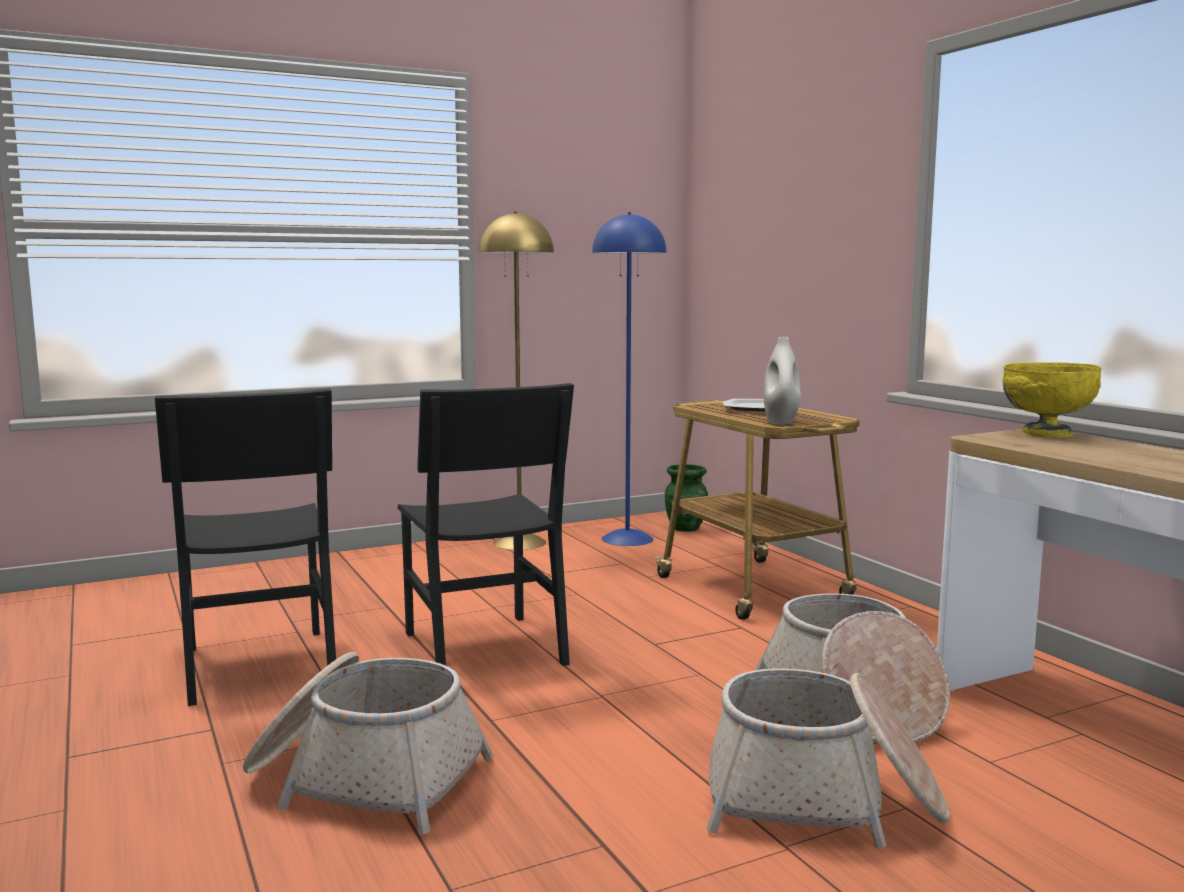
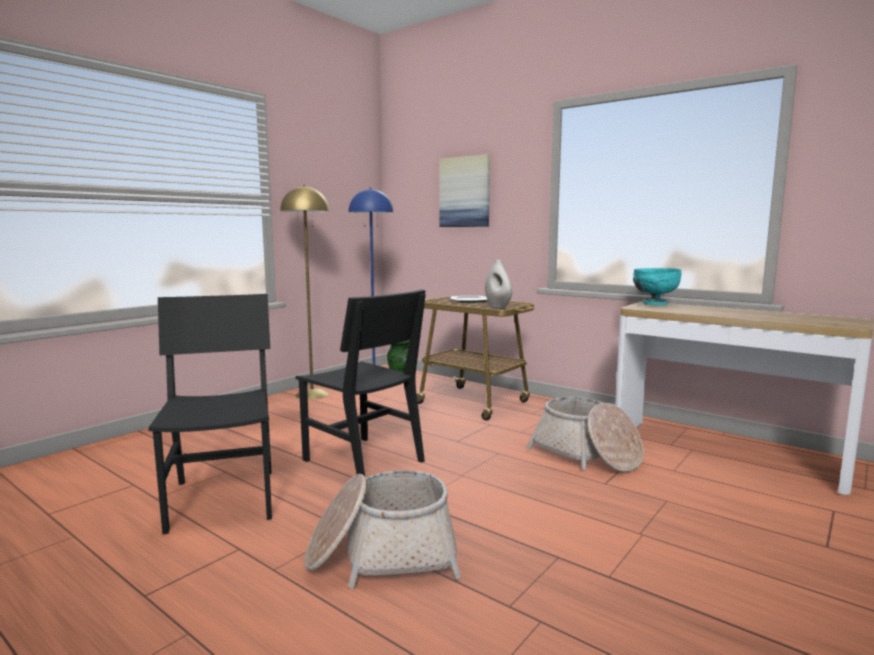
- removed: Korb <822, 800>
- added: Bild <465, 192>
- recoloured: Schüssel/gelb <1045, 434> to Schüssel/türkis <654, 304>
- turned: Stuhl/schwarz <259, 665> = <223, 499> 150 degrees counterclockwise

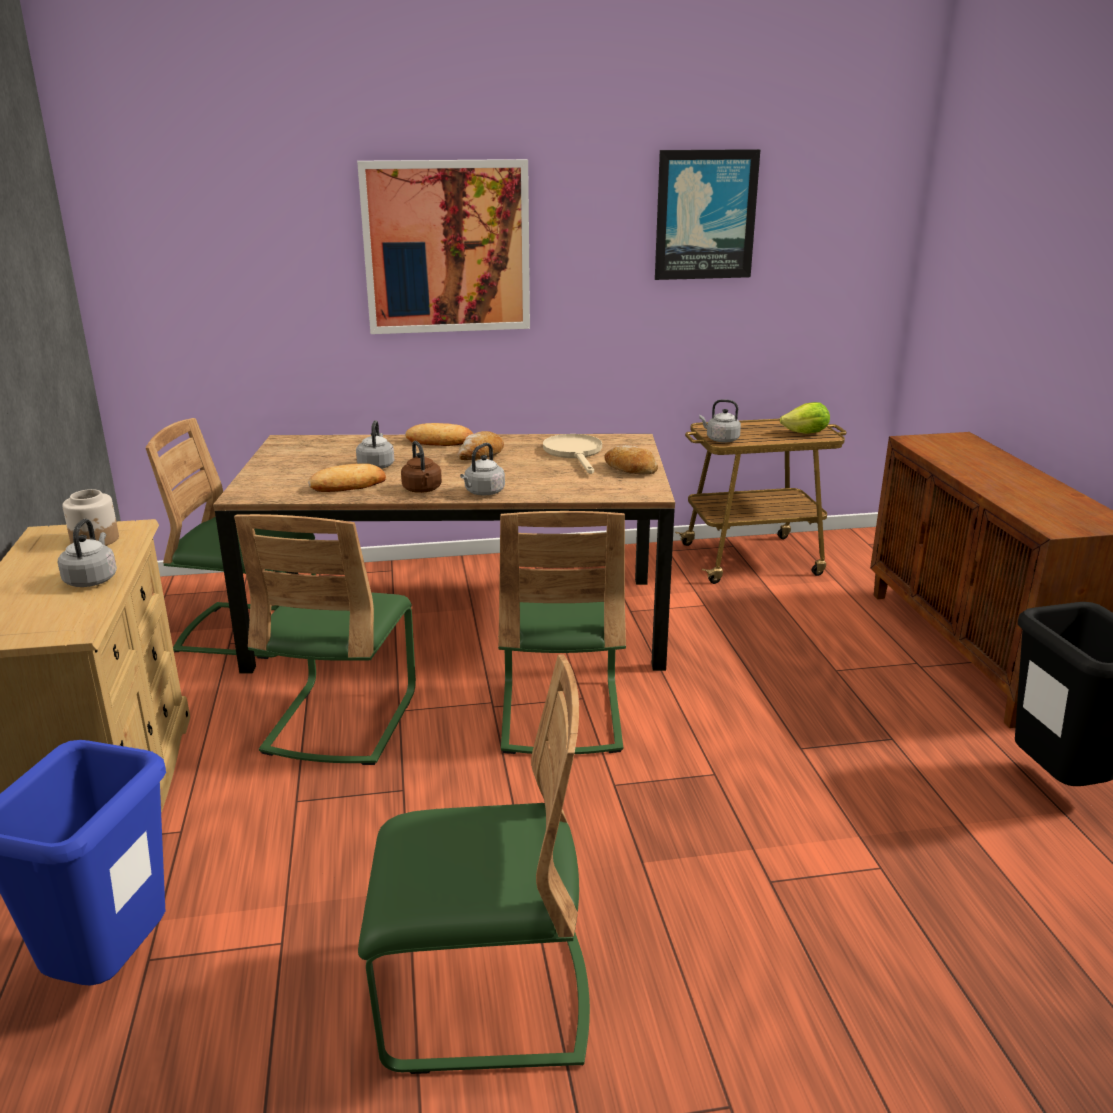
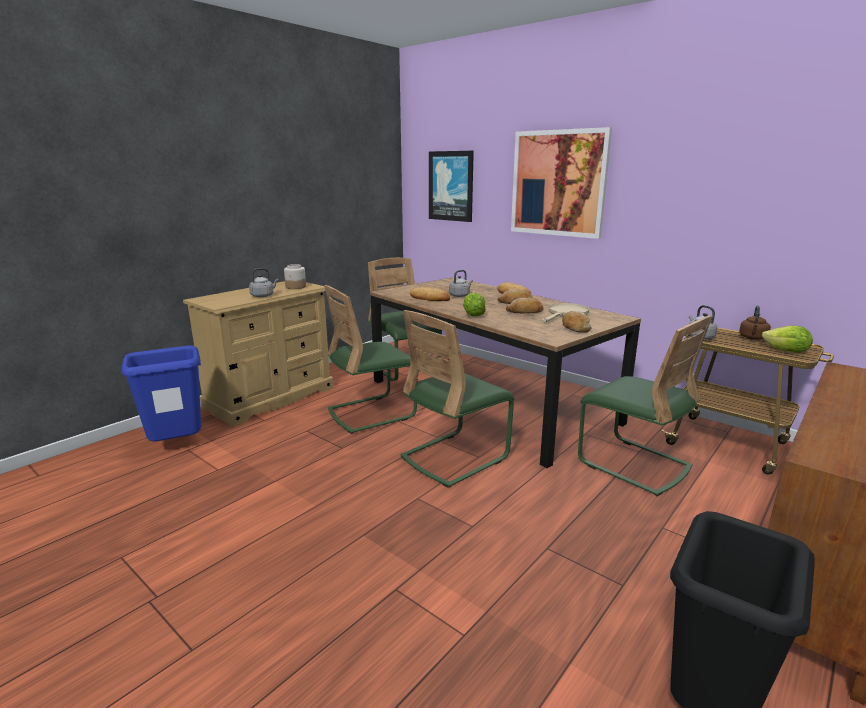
- added: Brot <525, 312>
- moved: Stuhl/grün <484, 998> to <633, 464>
- moved: Wasserkessel/braun <422, 490> to <753, 338>
- moved: Bild <705, 215> to <451, 186>
- replaced: Wasserkessel/grau <483, 492> to Salatkopf <473, 315>

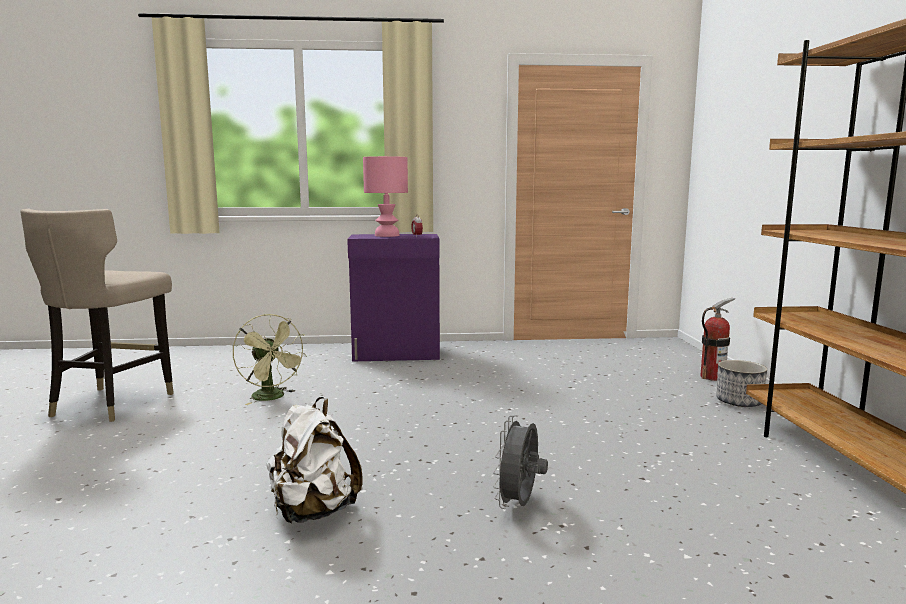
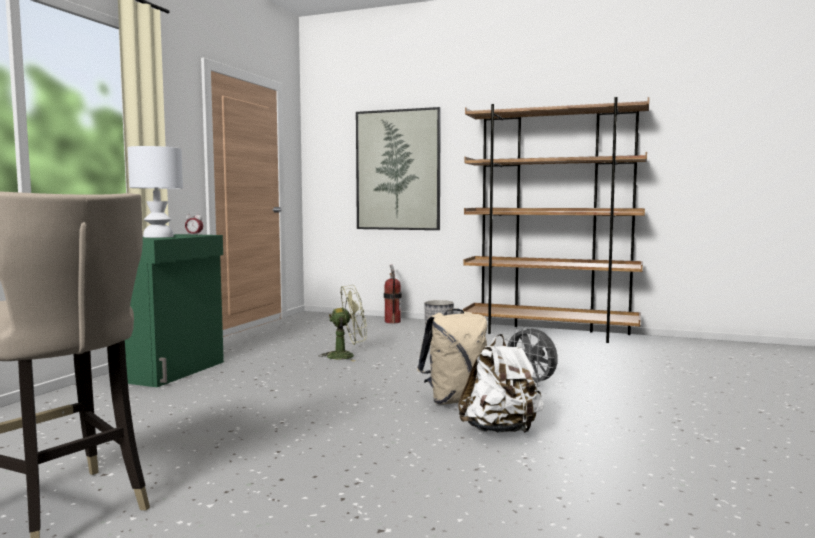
- added: Bild <398, 170>
- added: Rucksack/beige <455, 400>
- moved: Ventilator/grün <272, 398> to <346, 356>
- recoloured: Schrank/lila <397, 354> to Schrank/grün <173, 371>
- recoloured: Tischlampe/rosa <386, 235> to Tischlampe/weiß <158, 236>

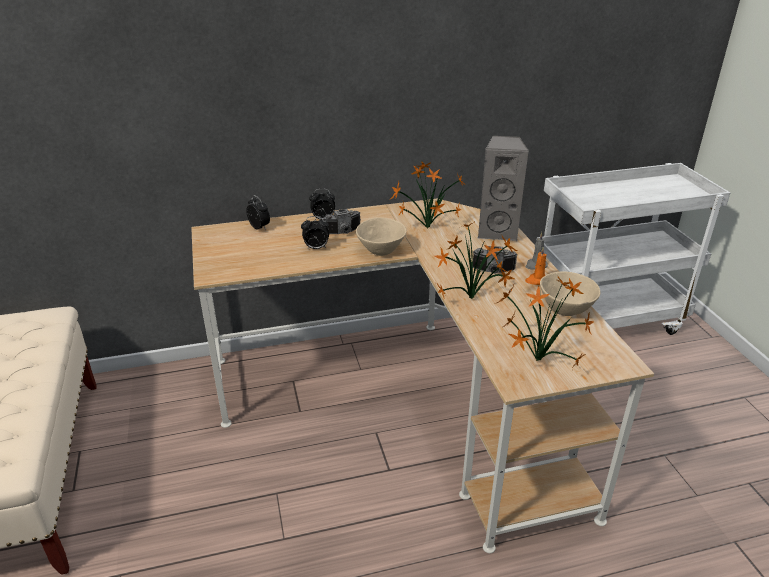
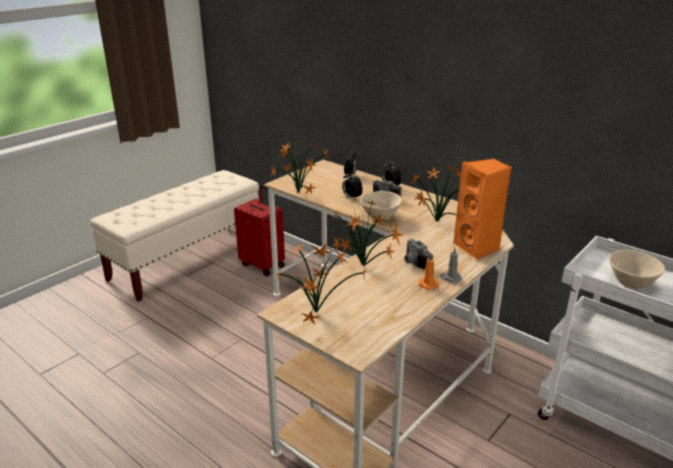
- added: Koffer/rot <263, 265>
- added: Topfpflanze <297, 193>
- moved: Schüssel/beige <566, 310> to <630, 283>
- recoloured: Lautsprecher/grau <497, 232> to Lautsprecher/orange <478, 248>

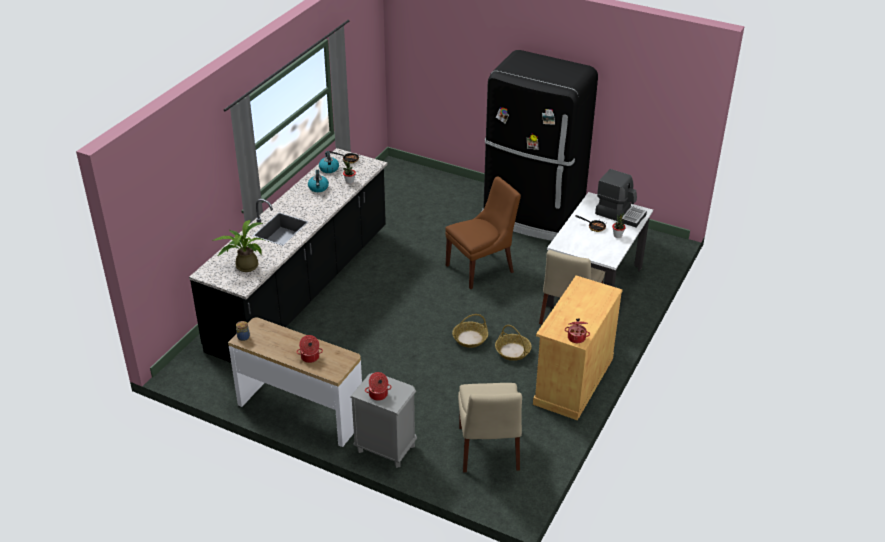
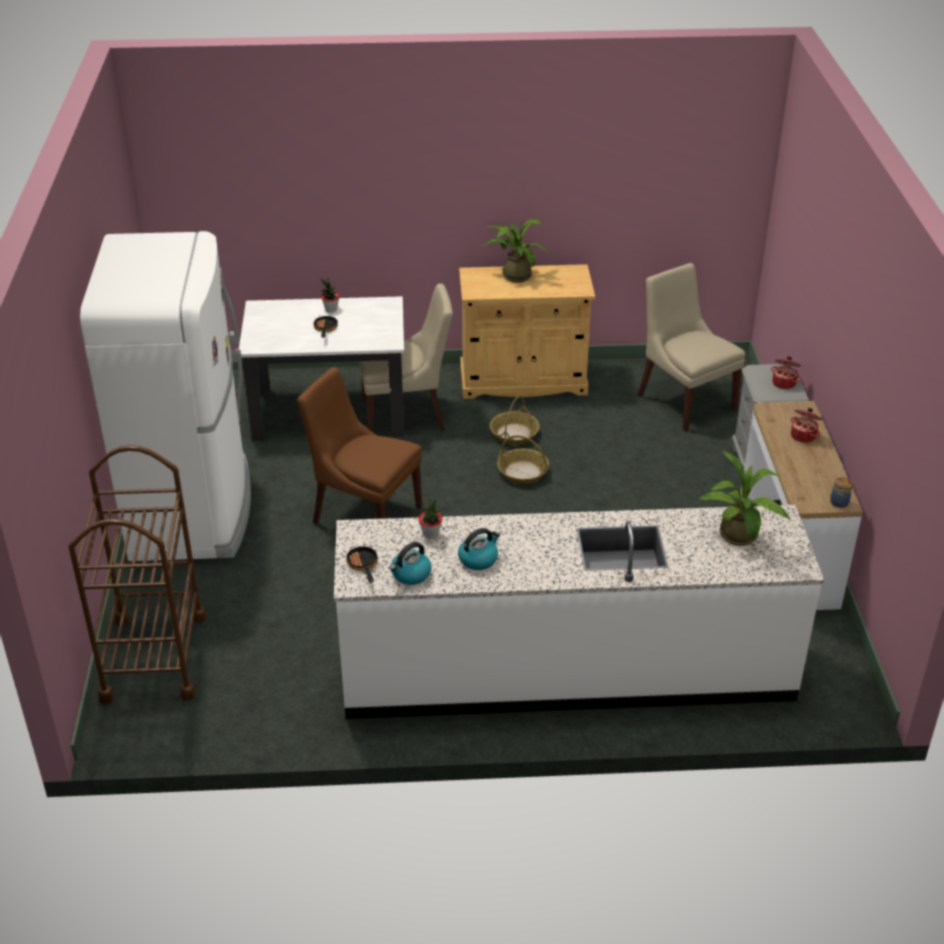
- removed: Kochtopf <576, 337>
- removed: Kaffeemaschine <620, 214>
- added: Rollwagen/braun <154, 657>
- added: Topfpflanze <514, 274>
- recoloured: Küchenzeile/schwarz <302, 288> to Küchenzeile/weiß <566, 670>
- recoloured: Kühlschrank/schwarz <532, 217> to Kühlschrank/weiß <193, 510>
- turned: Stuhl/beige <489, 450> = <684, 401> 90 degrees counterclockwise

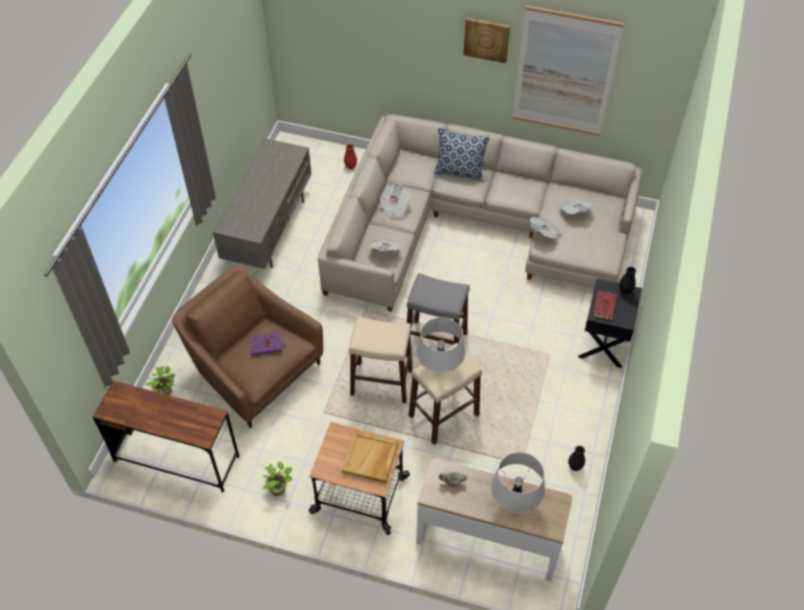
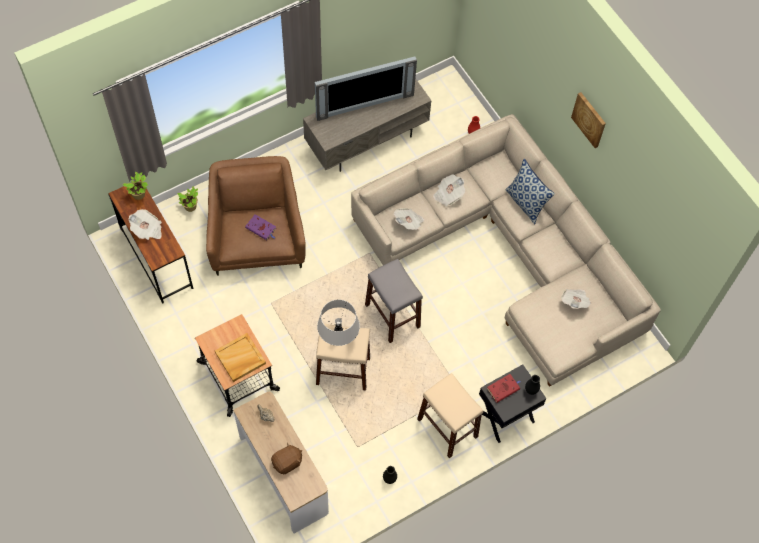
- removed: Bild <564, 73>
- added: Fernseher <363, 103>
- moved: Topfpflanze <278, 489> to <139, 194>
- moved: Hocker/beige <381, 382> to <447, 428>
- moved: Zeitung <545, 233> to <147, 230>
- replaced: Tischlampe/grau <514, 504> to Plüschtier/braun <287, 462>

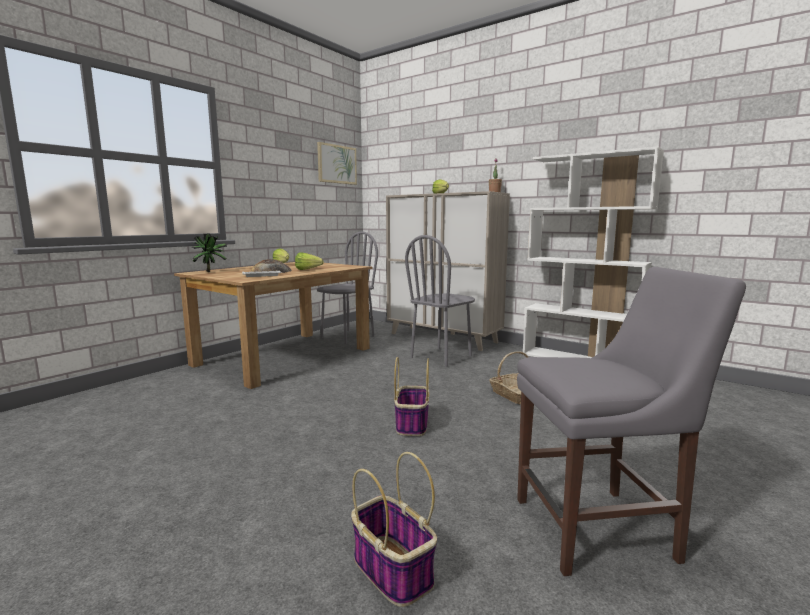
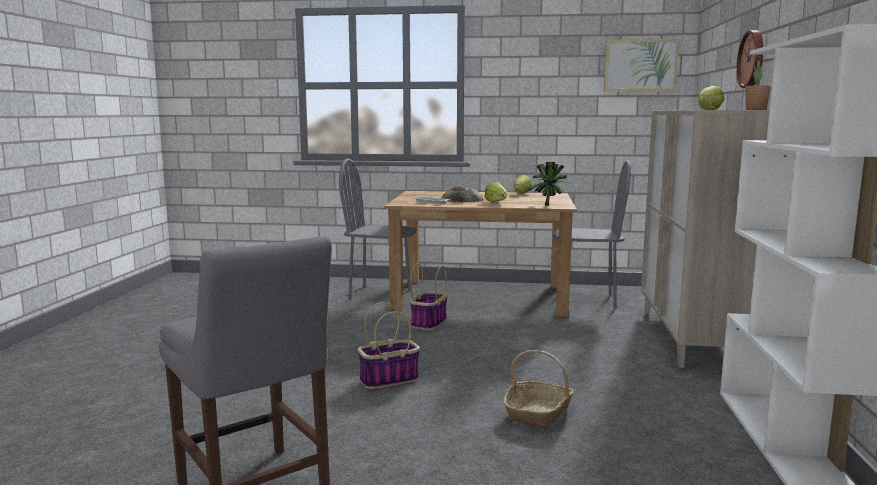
- added: Wanduhr <753, 59>
- moved: Topfpflanze <210, 271> to <550, 205>
- moved: Korb <391, 570> to <429, 322>
- moved: Stuhl/grau <441, 356> to <380, 294>

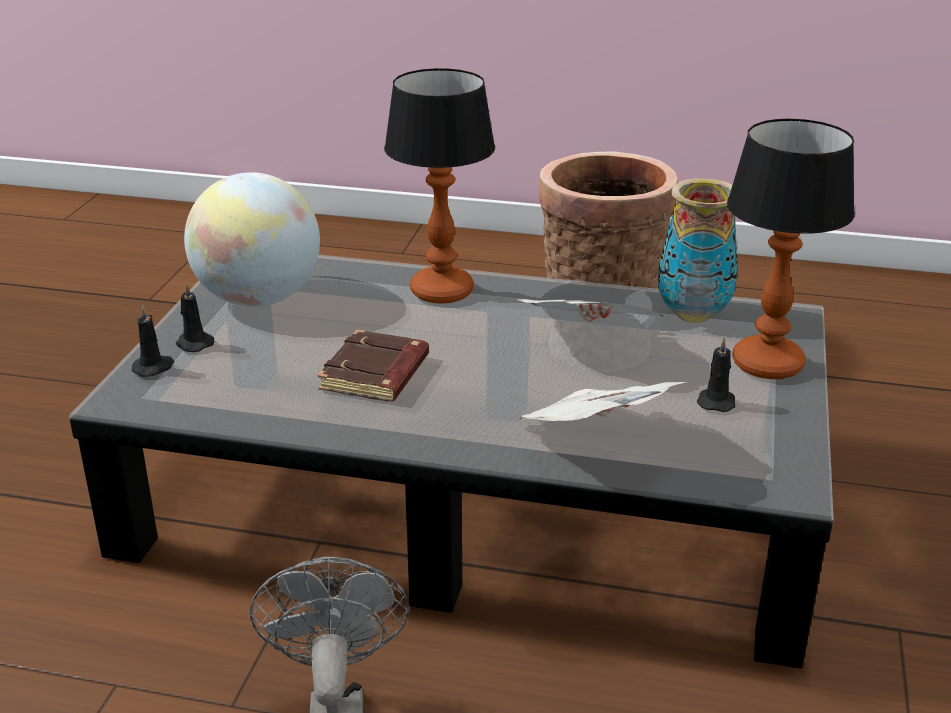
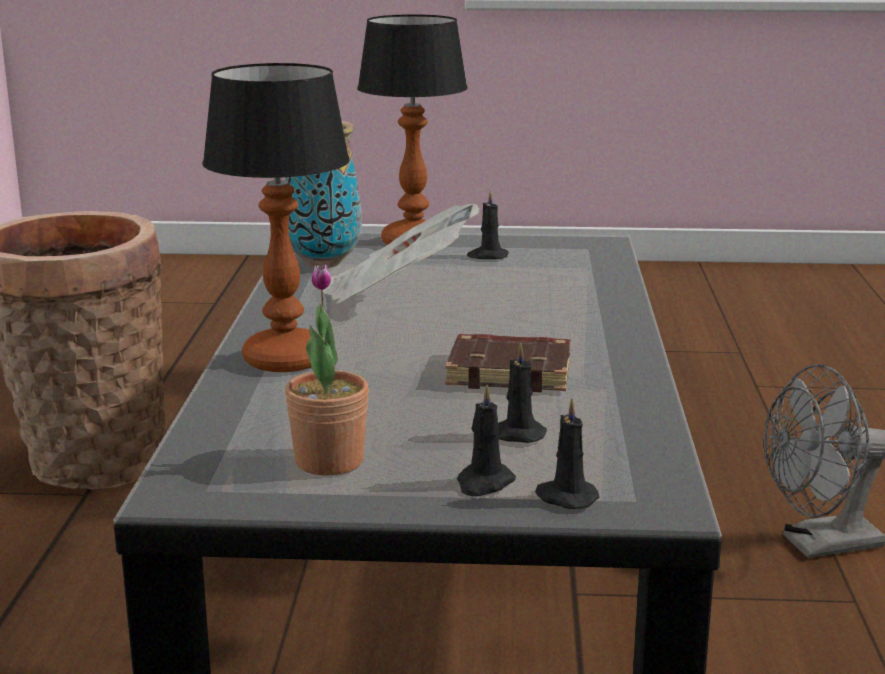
- removed: Zeitung <595, 438>
- added: Kerze/schwarz <516, 434>
- replaced: Globus <258, 299> to Topfpflanze <329, 461>

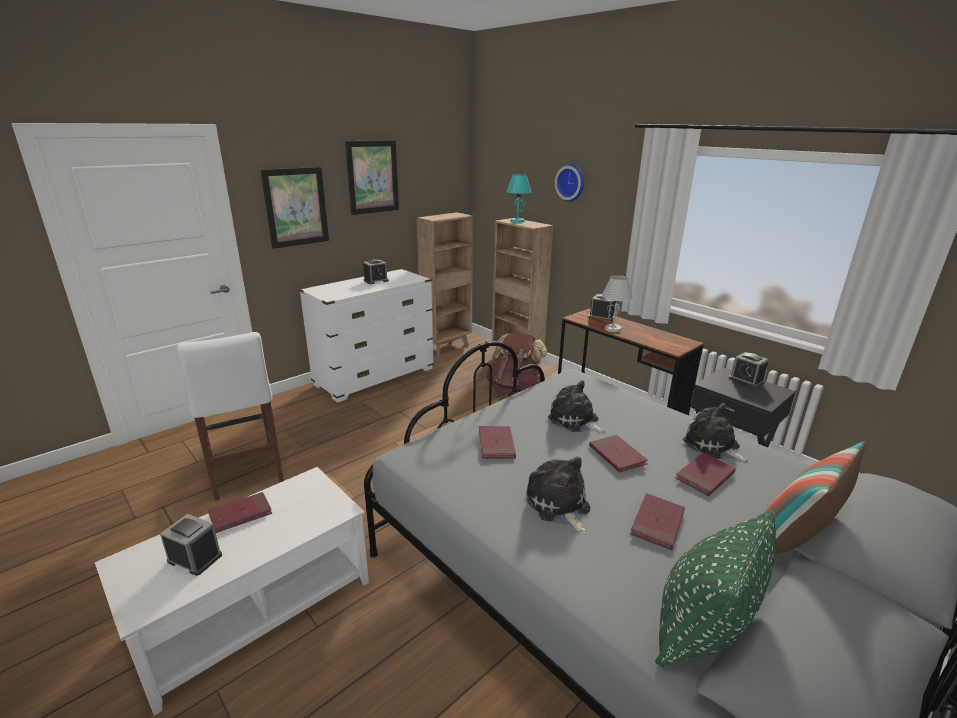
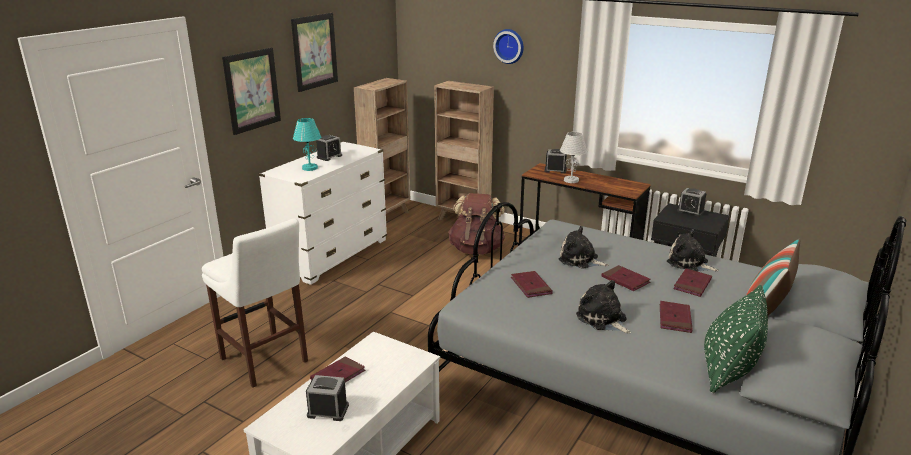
- moved: Tischlampe/türkis <517, 221> to <309, 168>

